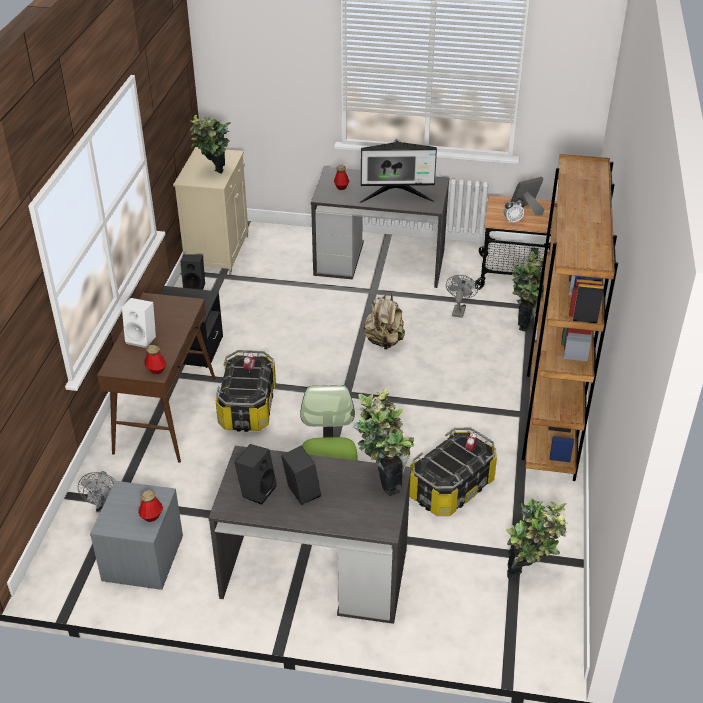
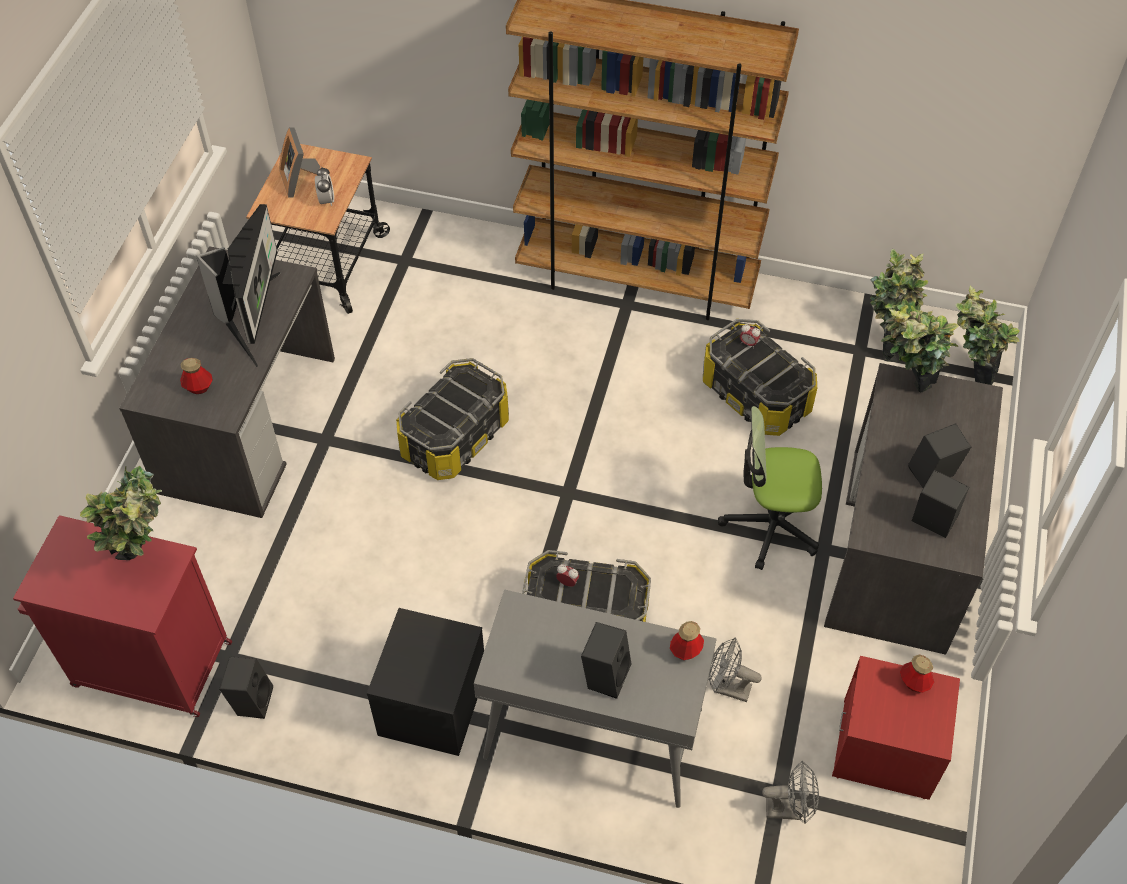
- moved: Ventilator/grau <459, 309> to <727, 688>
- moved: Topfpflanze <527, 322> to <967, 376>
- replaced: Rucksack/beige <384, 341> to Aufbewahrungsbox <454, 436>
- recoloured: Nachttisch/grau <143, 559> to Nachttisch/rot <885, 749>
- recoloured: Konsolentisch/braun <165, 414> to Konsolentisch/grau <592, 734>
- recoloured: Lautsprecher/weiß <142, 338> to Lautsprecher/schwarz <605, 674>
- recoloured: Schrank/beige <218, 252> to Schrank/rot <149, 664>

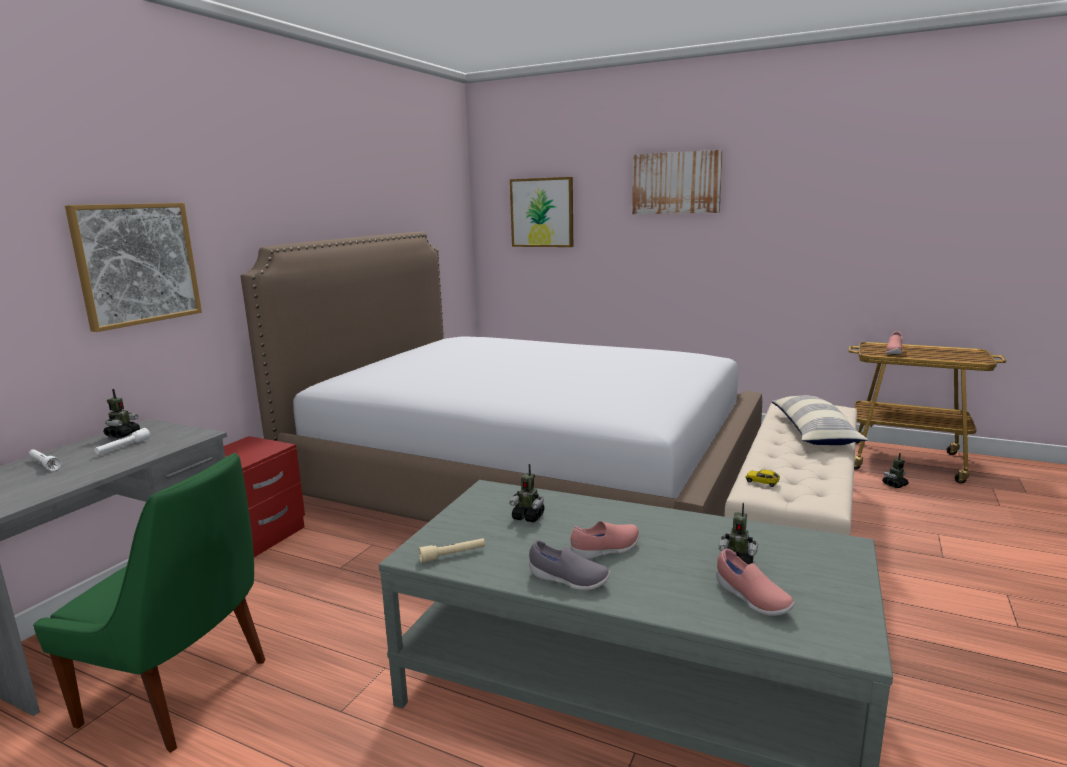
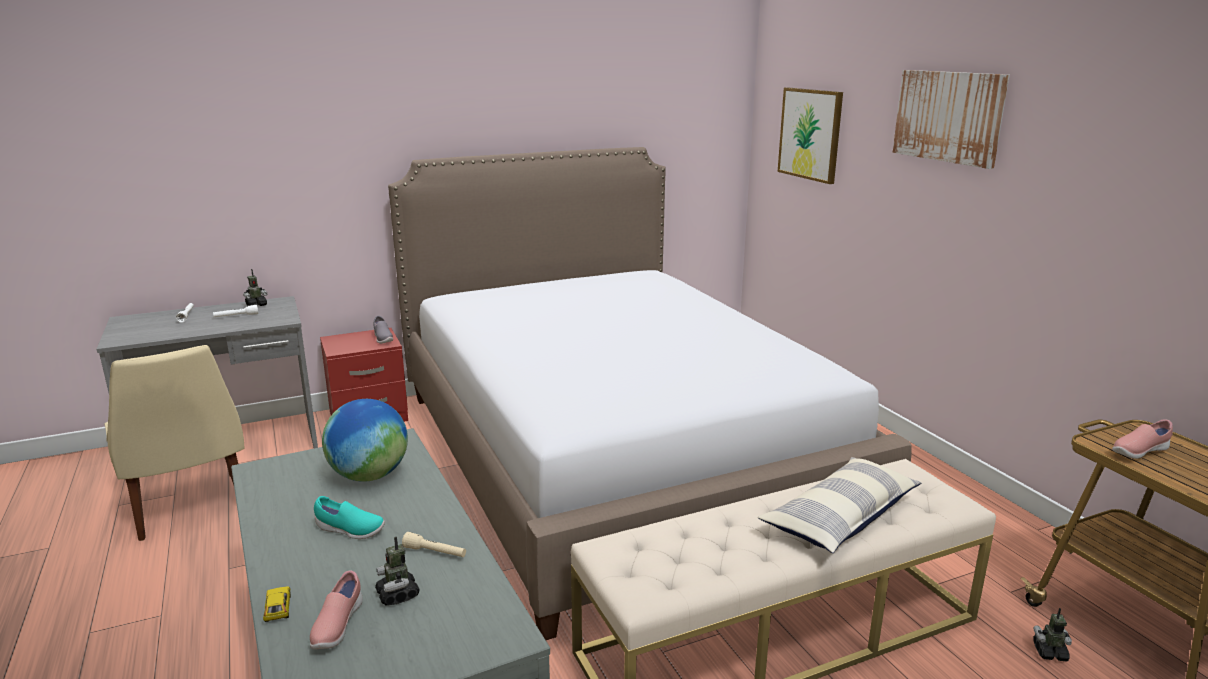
- removed: Bild <137, 264>
- moved: Taschenlampe/beige <453, 555> to <435, 552>
- moved: Schuh/grau <568, 580> to <382, 339>
- moved: Spielzeugauto <762, 482> to <278, 608>
- replaced: Spielzeugroboter <528, 516> to Globus <370, 476>
- recoloured: Stuhl/grün <181, 693> to Stuhl/beige <190, 508>
- recoloured: Schuh/rosa <606, 550> to Schuh/türkis <349, 530>

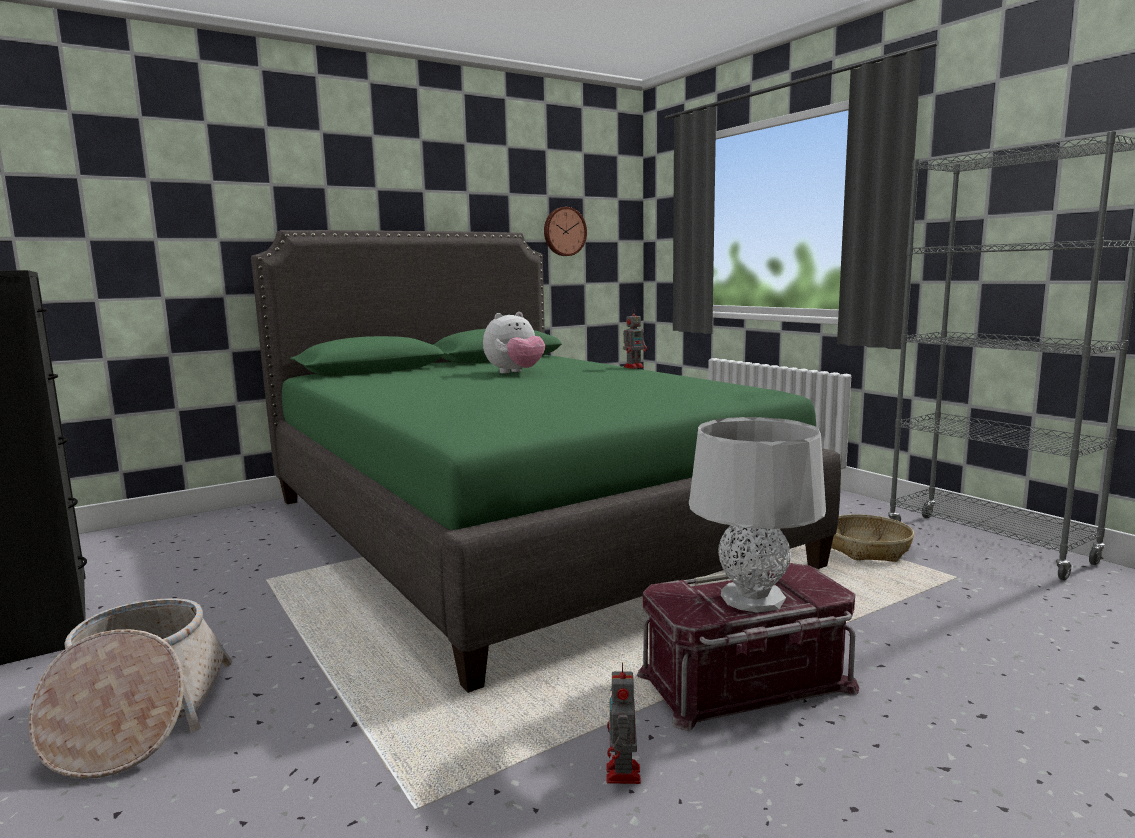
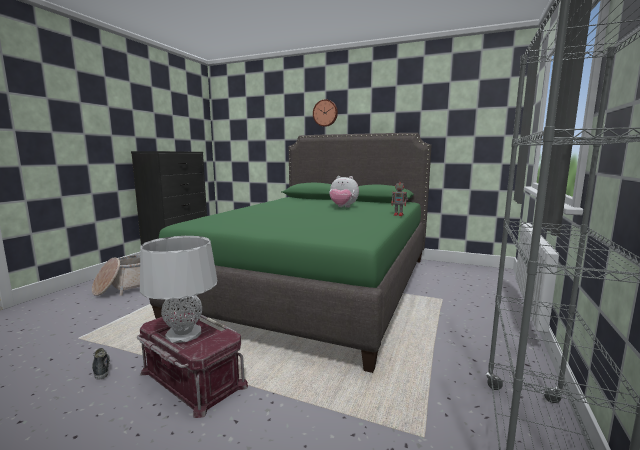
- removed: Korb <868, 549>
- moved: Wanduhr <564, 231> to <325, 113>
- replaced: Spielzeugroboter <623, 775> to Schuh <101, 368>

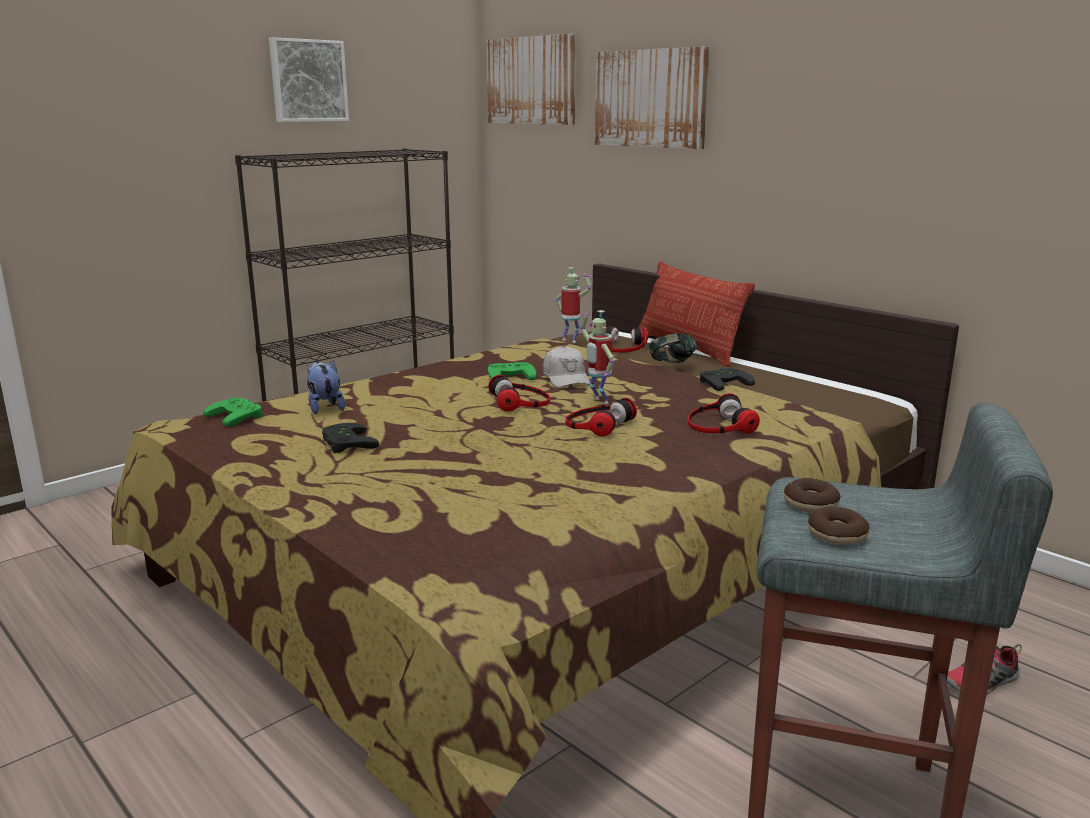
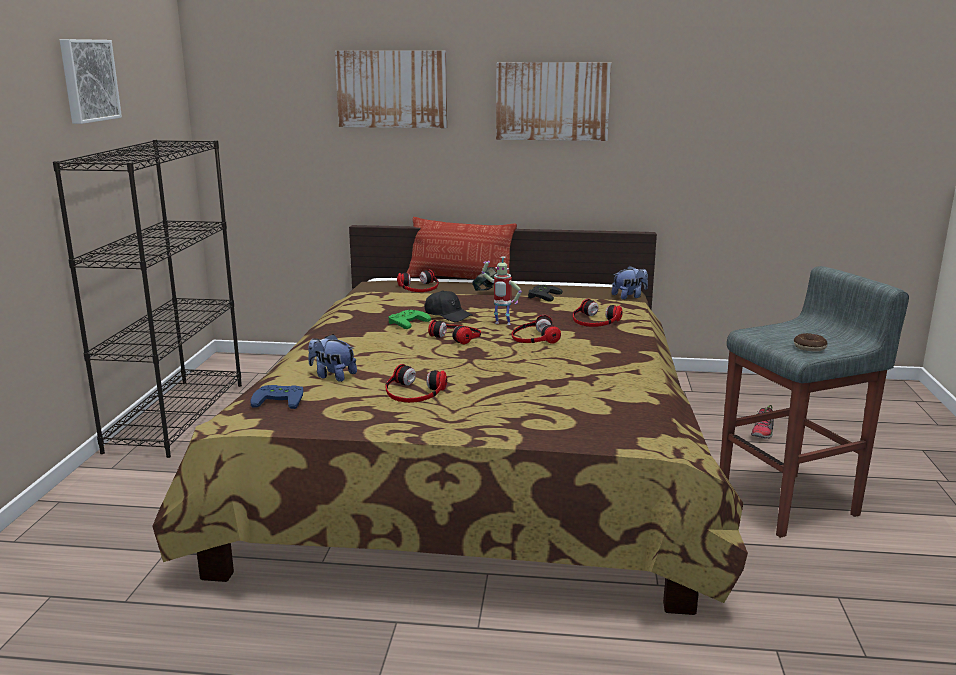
- removed: Spielzeugroboter <571, 340>
- removed: Donut <810, 504>
- added: Plüschtier <629, 296>
- moved: Bild <532, 81> to <552, 101>
- replaced: Gamepad/schwarz <345, 443> to Kopfhörer <413, 392>
- recoloured: Gamepad/grün <238, 416> to Gamepad/blau <280, 400>
- recoloured: Kappe/weiß <566, 378> to Kappe/schwarz <448, 315>

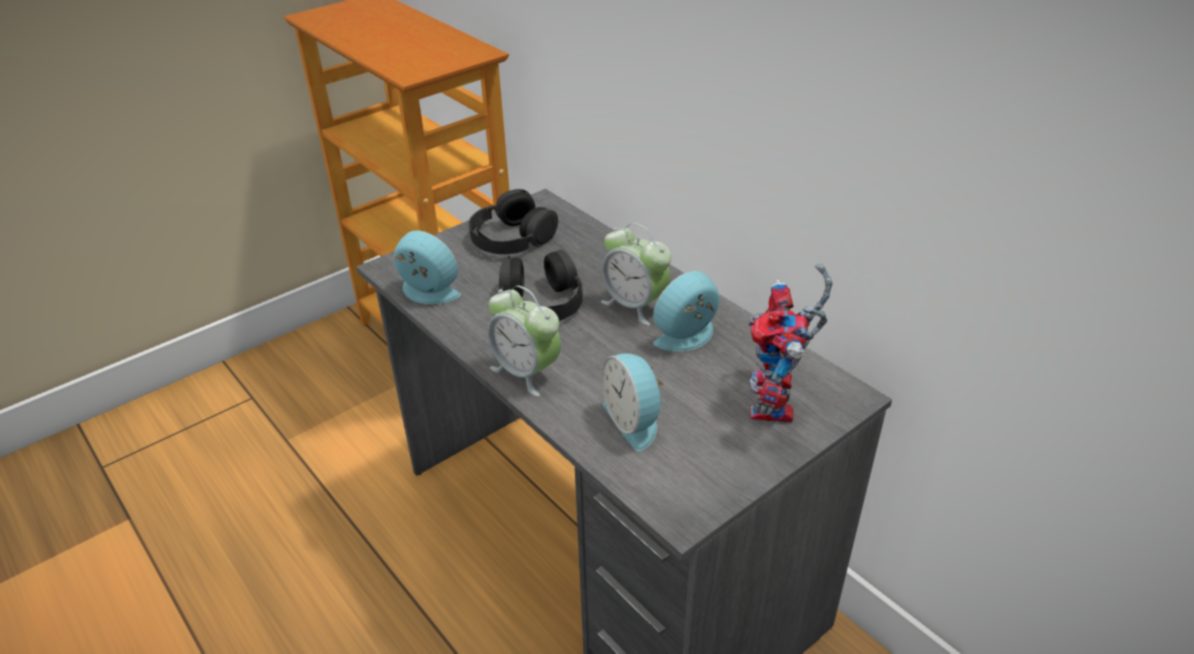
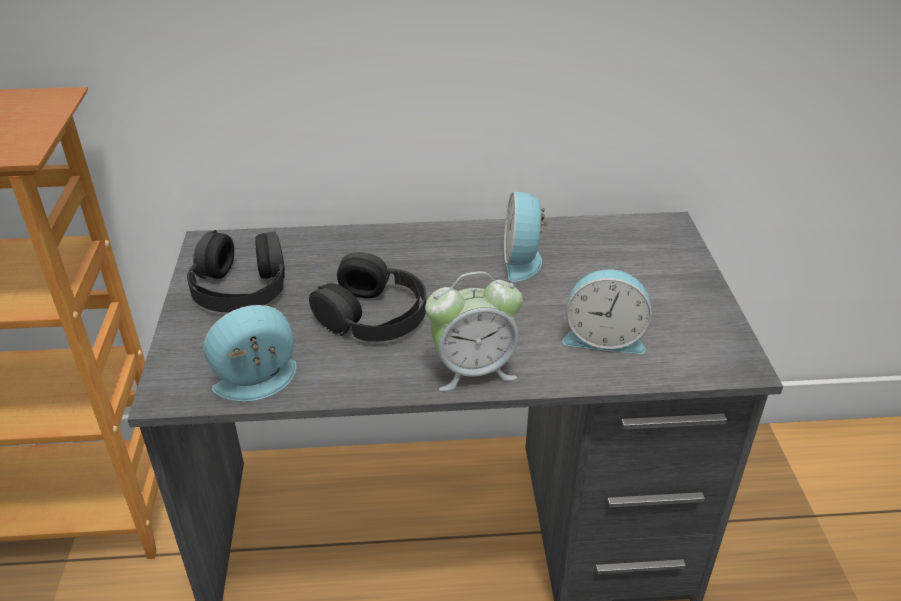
- removed: Wecker <635, 305>
- removed: Spielzeugroboter <777, 404>

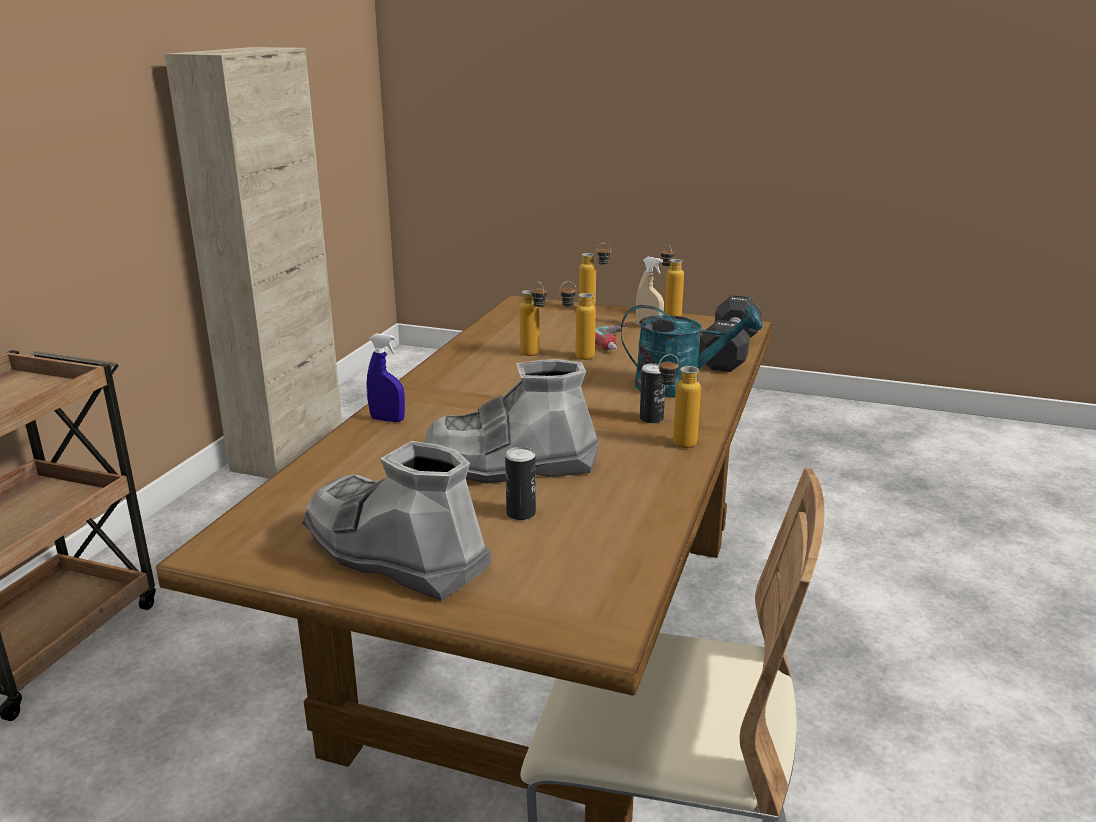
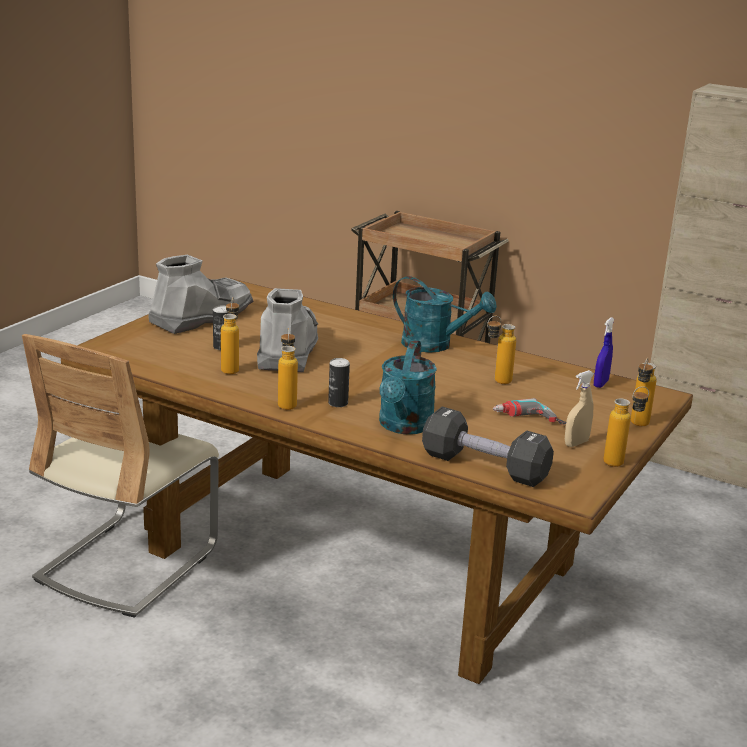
- added: Gießkanne/türkis <435, 345>
- moved: Sprühflasche/blau <387, 420> to <600, 384>
- moved: Flasche <576, 357> to <231, 368>

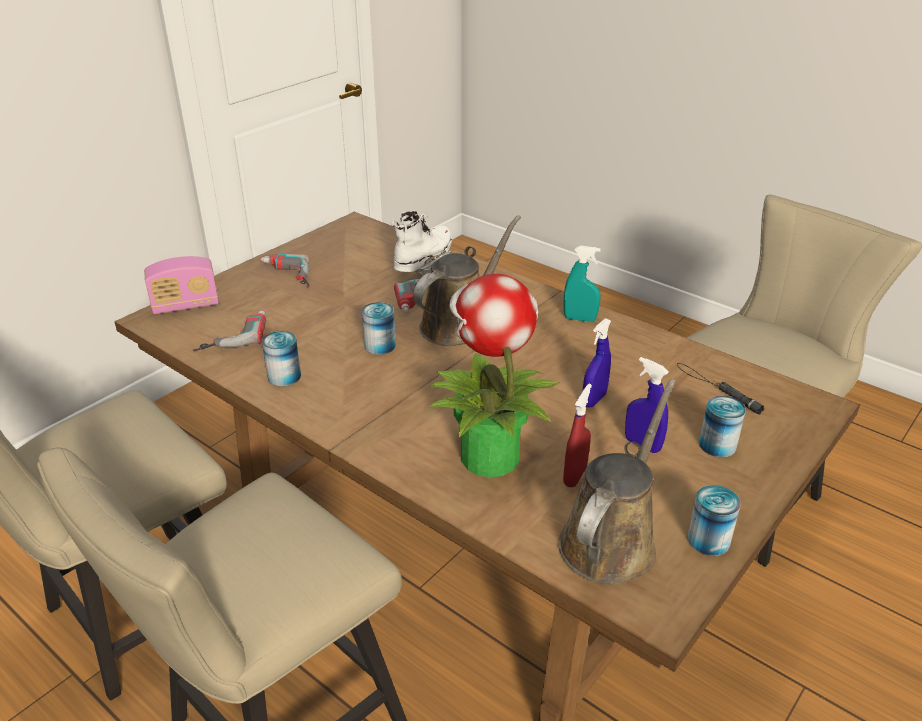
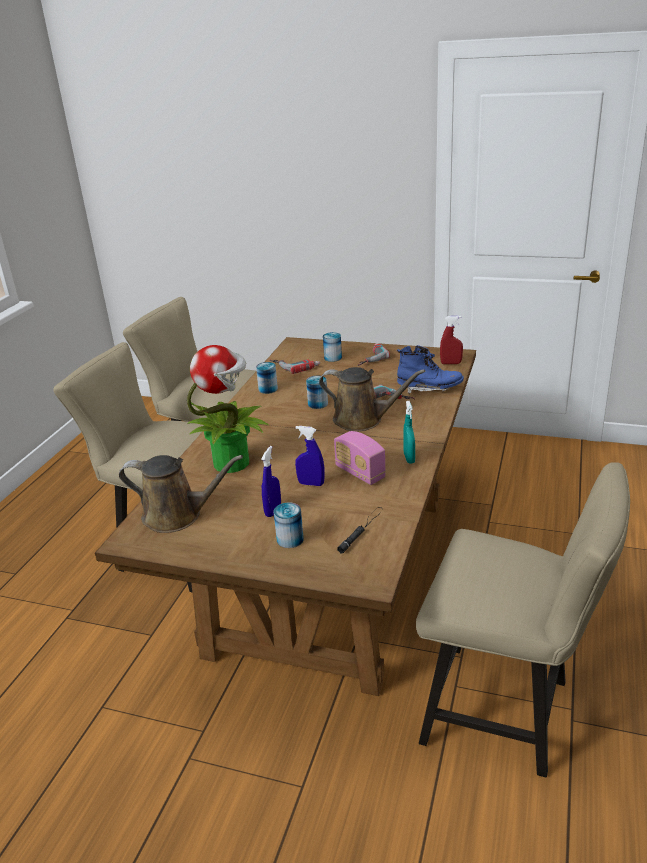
- moved: Radio <186, 305> to <360, 473>
- moved: Sprühflasche/rot <575, 476> to <451, 363>
- moved: Dose <708, 540> to <333, 358>
- recoloured: Stiefel/weiß <424, 263> to Stiefel/blau <429, 389>

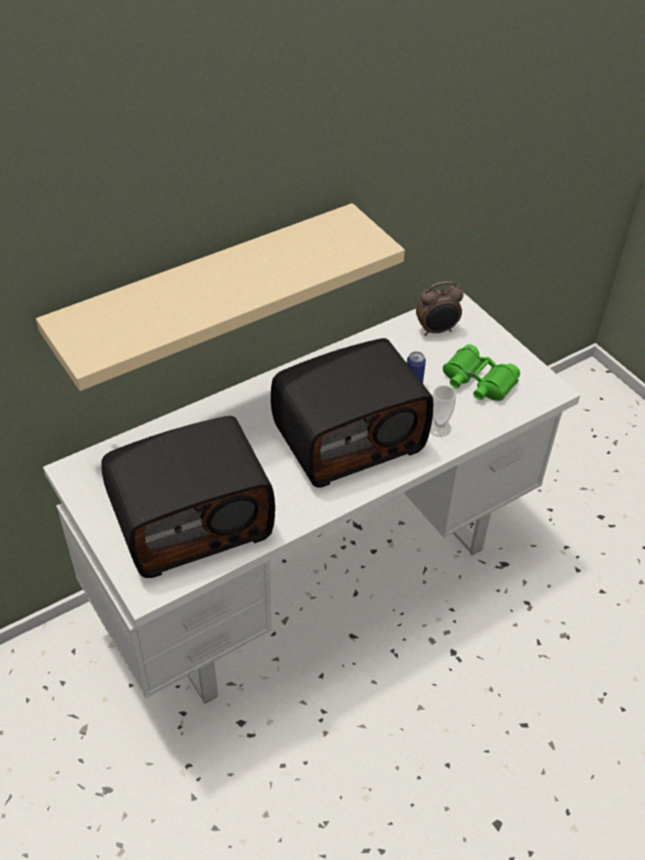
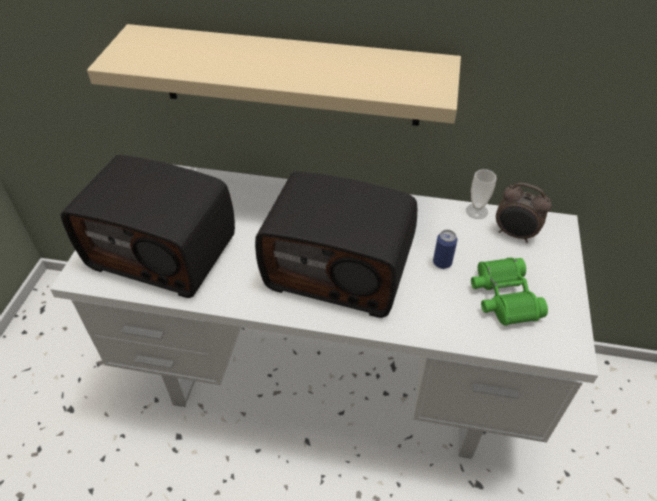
- moved: Tasse <439, 428> to <476, 211>

